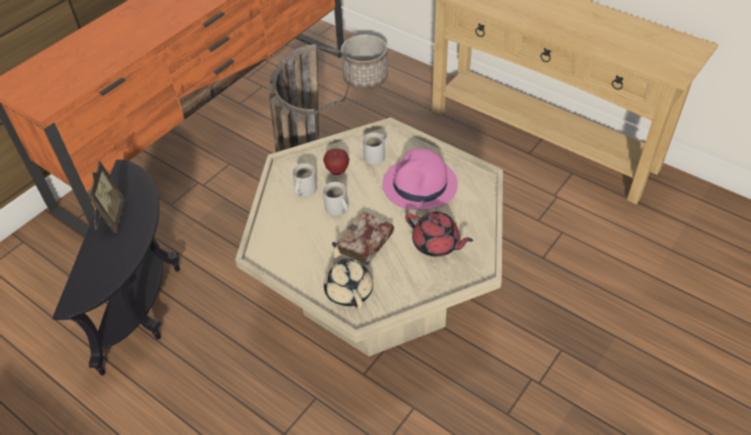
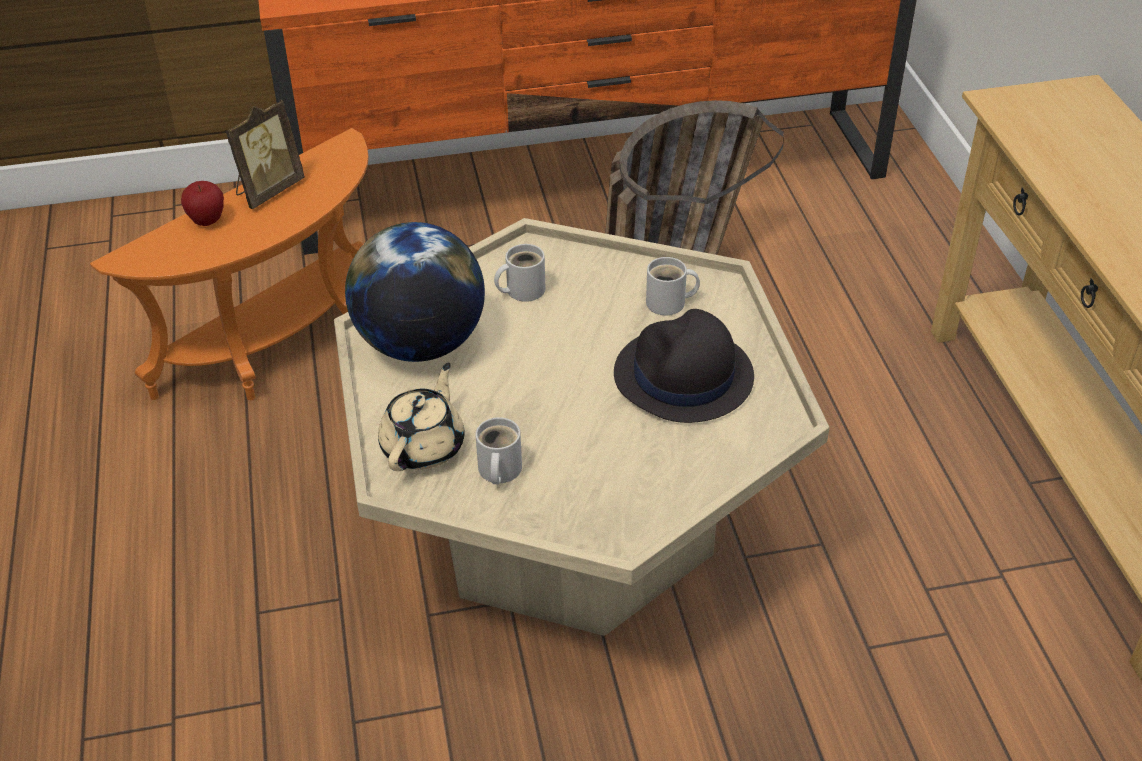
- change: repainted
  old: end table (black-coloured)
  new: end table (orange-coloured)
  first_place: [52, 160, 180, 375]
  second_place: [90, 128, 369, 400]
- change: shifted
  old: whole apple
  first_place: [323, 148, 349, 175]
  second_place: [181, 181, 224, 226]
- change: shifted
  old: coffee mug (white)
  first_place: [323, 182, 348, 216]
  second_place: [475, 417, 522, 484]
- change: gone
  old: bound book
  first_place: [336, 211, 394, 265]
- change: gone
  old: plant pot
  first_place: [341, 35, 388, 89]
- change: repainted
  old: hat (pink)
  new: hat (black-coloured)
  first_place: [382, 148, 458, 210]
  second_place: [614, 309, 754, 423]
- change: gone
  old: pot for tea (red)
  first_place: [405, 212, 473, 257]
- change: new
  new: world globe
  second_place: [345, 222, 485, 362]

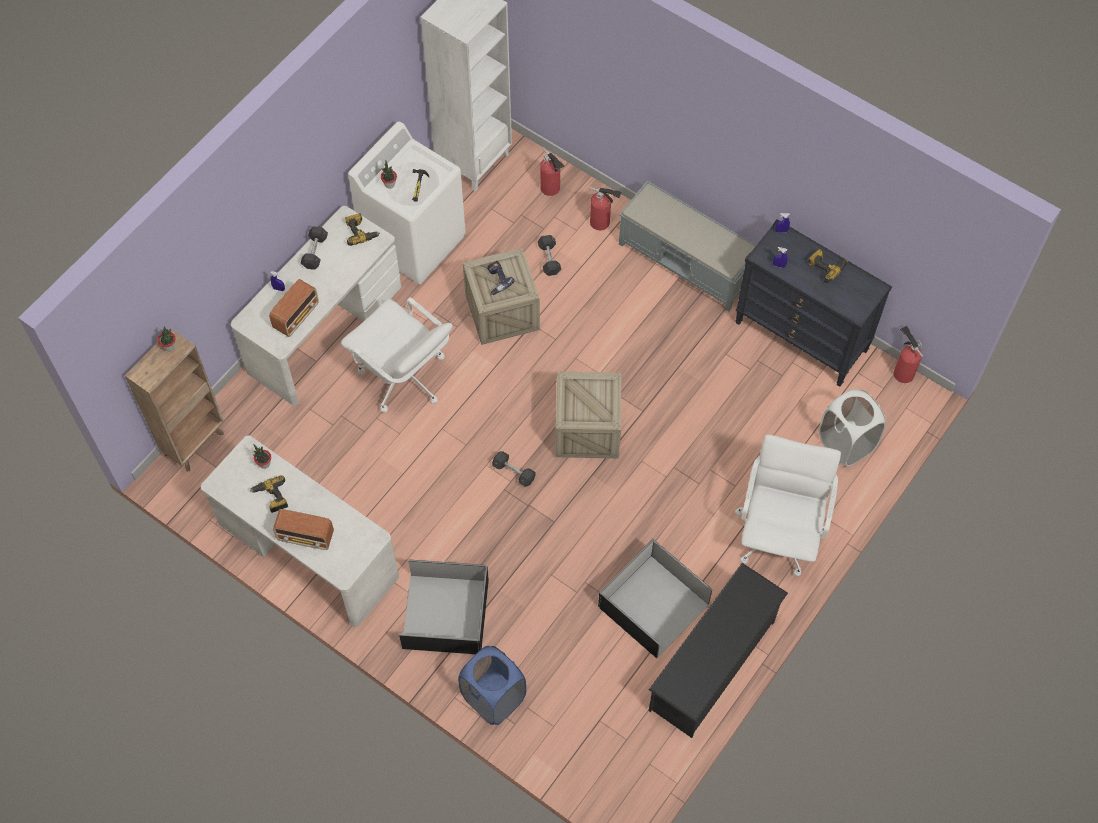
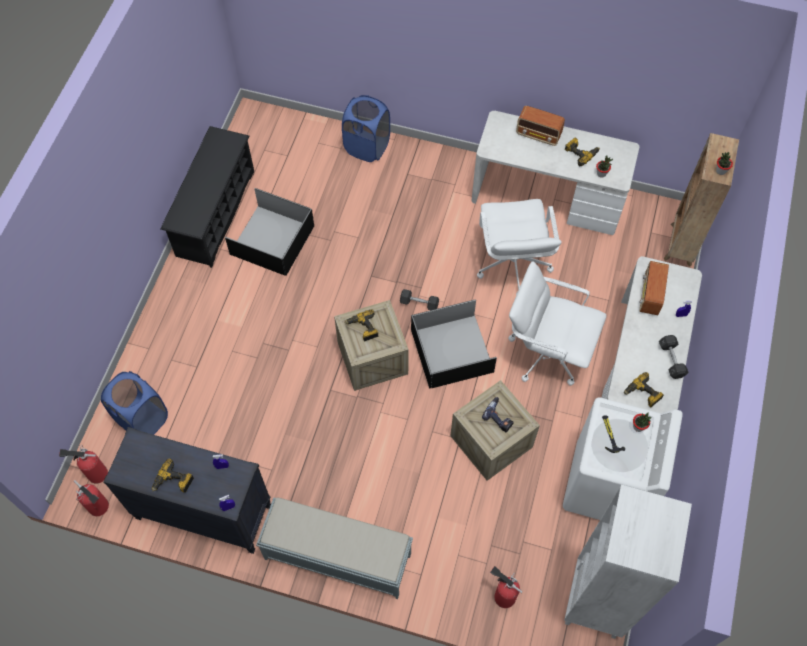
- change: rotated
  old: radio set
  first_place: [273, 509, 334, 550]
  second_place: [516, 106, 565, 146]
  degrees: -150
- change: shifted
  old: storage container (black-coloured)
  first_place: [399, 559, 489, 654]
  second_place: [411, 299, 497, 389]
- change: gone
  old: hand weight (grey)
  first_place: [538, 235, 561, 276]
- change: shifted
  old: fire-fighting cylinder
  first_place: [589, 187, 622, 230]
  second_place: [59, 445, 108, 484]
- change: shifted
  old: desk chair (white)
  first_place: [735, 435, 841, 576]
  second_place: [477, 199, 562, 295]
- change: repainted
  old: washing basket (white)
  new: washing basket (bluish)
  first_place: [819, 388, 886, 467]
  second_place: [101, 371, 168, 435]
- change: new
  new: electric drill
  second_place: [345, 310, 378, 341]

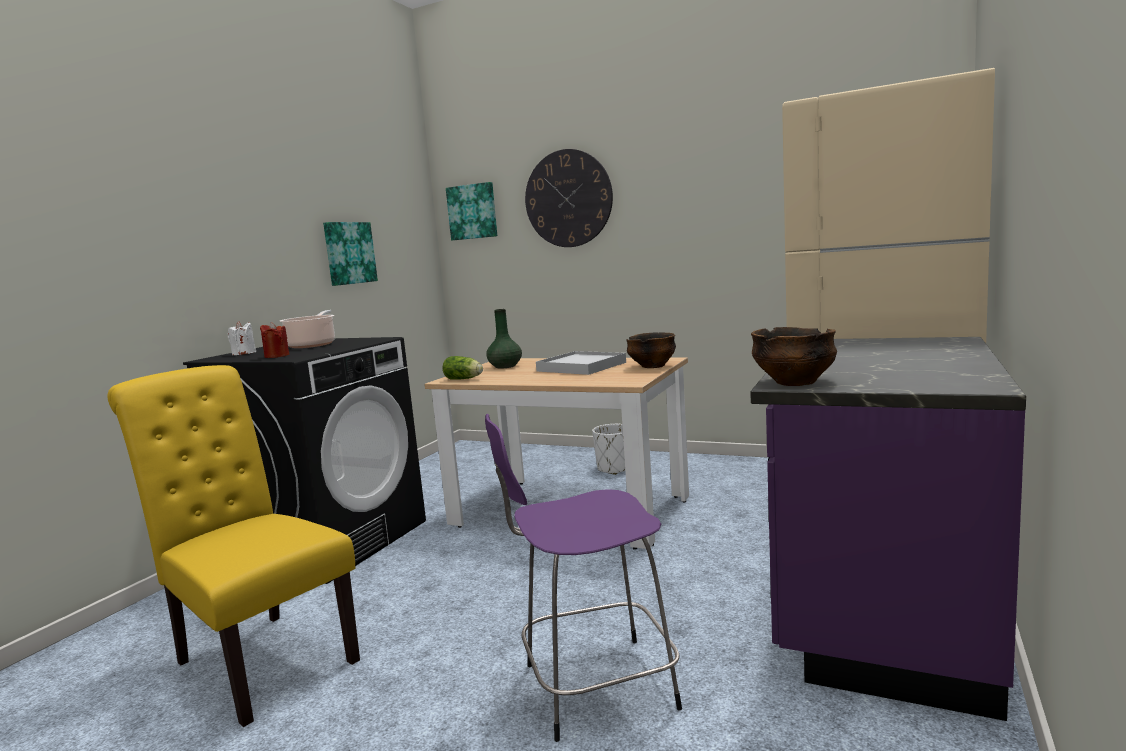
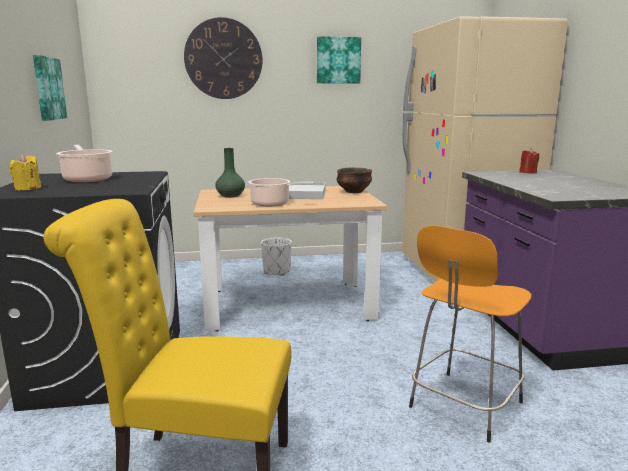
- change: repainted
  old: candle (white)
  new: candle (yellow)
  first_place: [228, 322, 256, 355]
  second_place: [10, 154, 41, 191]
- change: shifted
  old: candle (red)
  first_place: [260, 322, 289, 358]
  second_place: [519, 148, 539, 174]
- change: gone
  old: lettuce
  first_place: [443, 356, 483, 380]
- change: shifted
  old: wall art
  first_place: [446, 182, 497, 240]
  second_place: [317, 36, 361, 84]
- change: repainted
  old: stool seat (purplish)
  new: stool seat (orange-coloured)
  first_place: [485, 414, 682, 742]
  second_place: [409, 226, 532, 443]
- change: gone
  old: bowl
  first_place: [751, 327, 837, 386]
- change: new
  new: stockpot
  second_place: [248, 178, 315, 207]

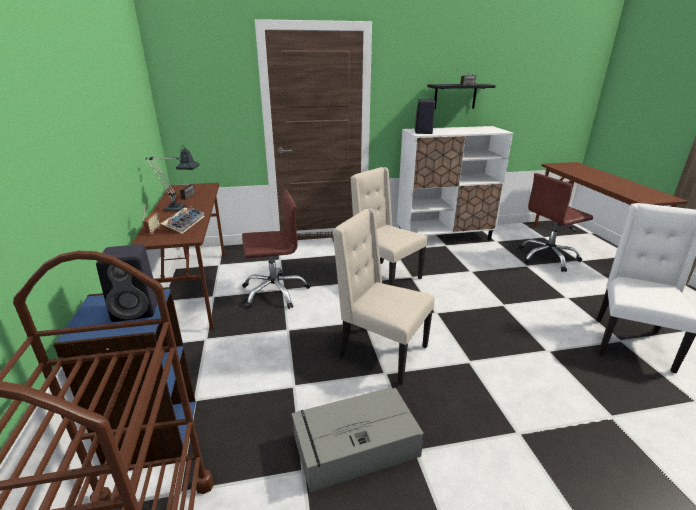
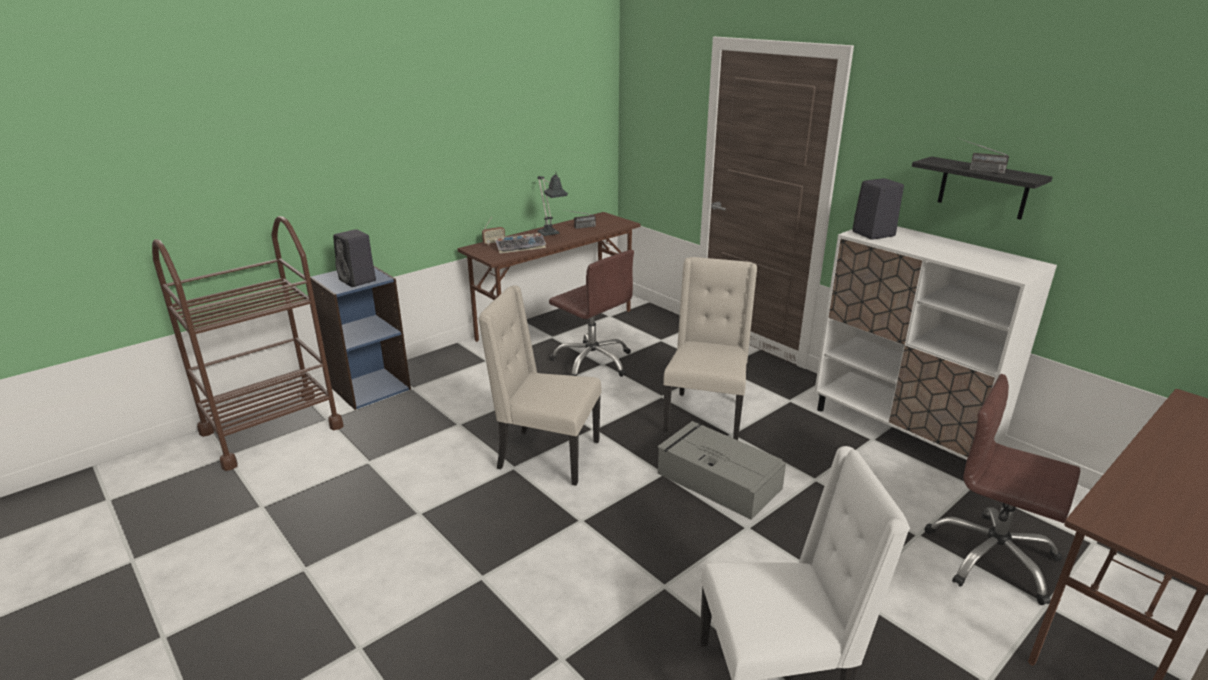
- change: shifted
  old: storage container (grey)
  first_place: [292, 387, 424, 492]
  second_place: [658, 421, 786, 520]
- change: rotated
  old: chair (beige)
  first_place: [333, 208, 435, 385]
  second_place: [478, 285, 602, 486]
  degrees: -75

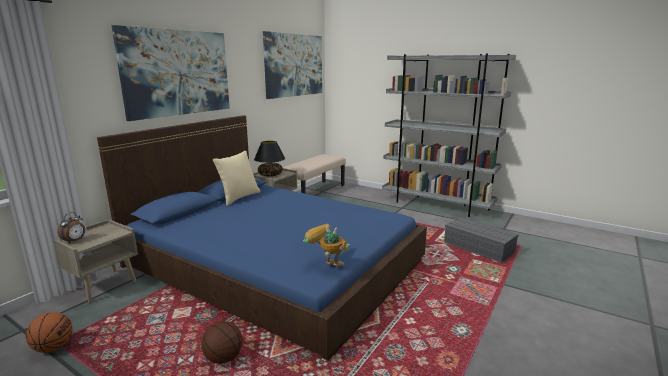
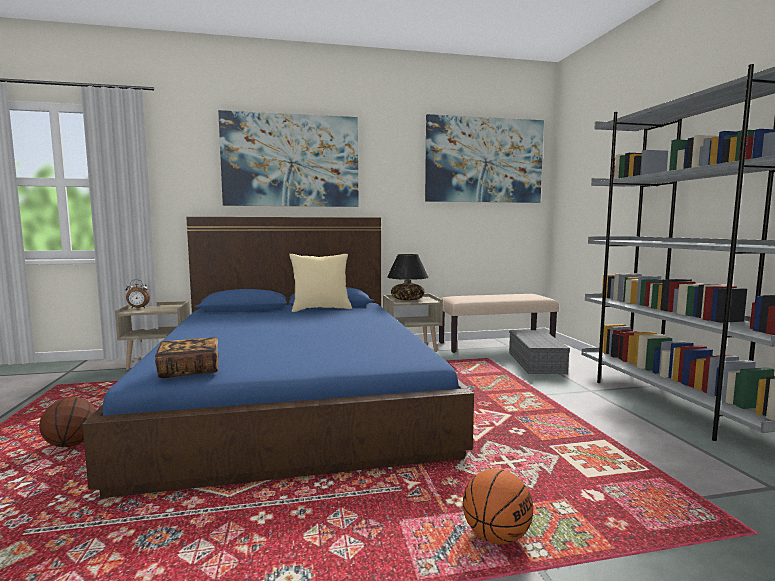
- change: shifted
  old: ball for basketball
  first_place: [26, 312, 72, 353]
  second_place: [463, 469, 533, 544]
- change: swapped
  old: model robot
  new: bound book
  first_place: [303, 224, 350, 266]
  second_place: [155, 337, 219, 378]
- change: shifted
  old: storage container (grey)
  first_place: [444, 217, 519, 263]
  second_place: [509, 330, 570, 374]

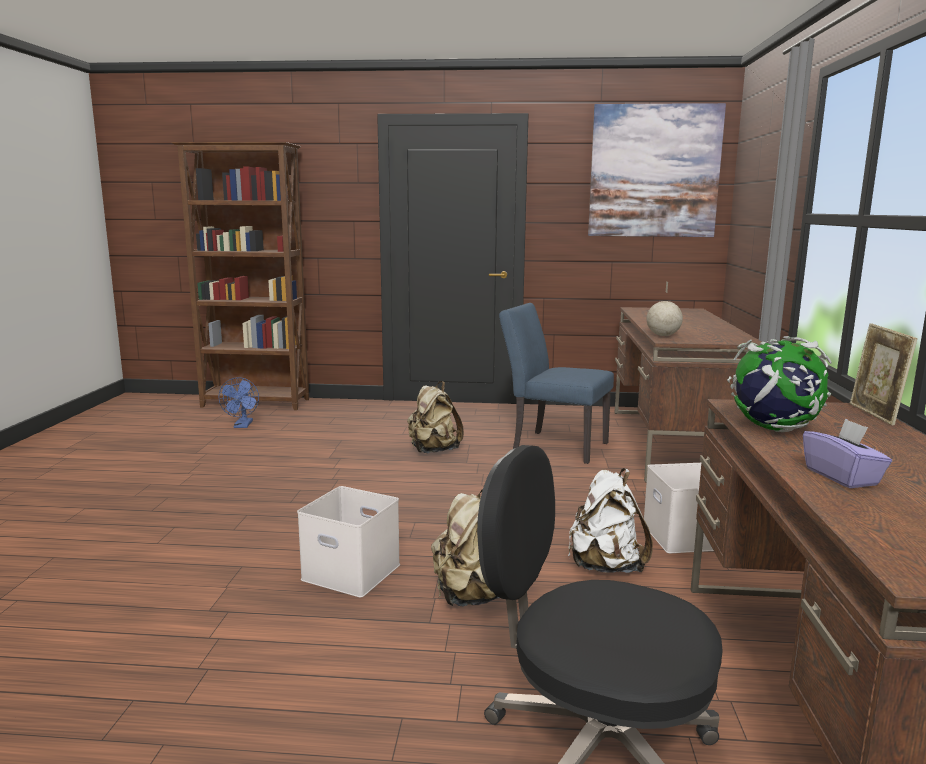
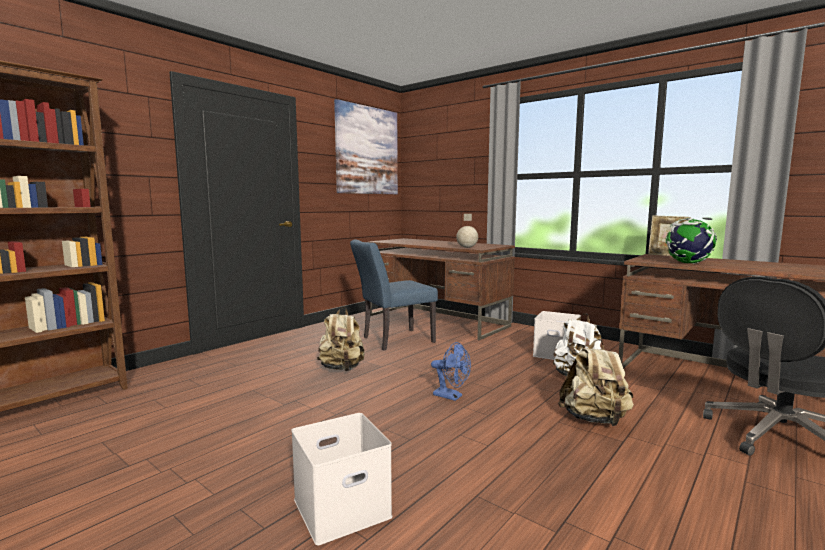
- change: shifted
  old: fan (bluish)
  first_place: [218, 377, 259, 428]
  second_place: [431, 342, 471, 401]
- change: shifted
  old: storage container (white)
  first_place: [297, 486, 400, 598]
  second_place: [291, 413, 392, 545]
- change: gone
  old: tissue box (purplish)
  first_place: [803, 418, 892, 488]

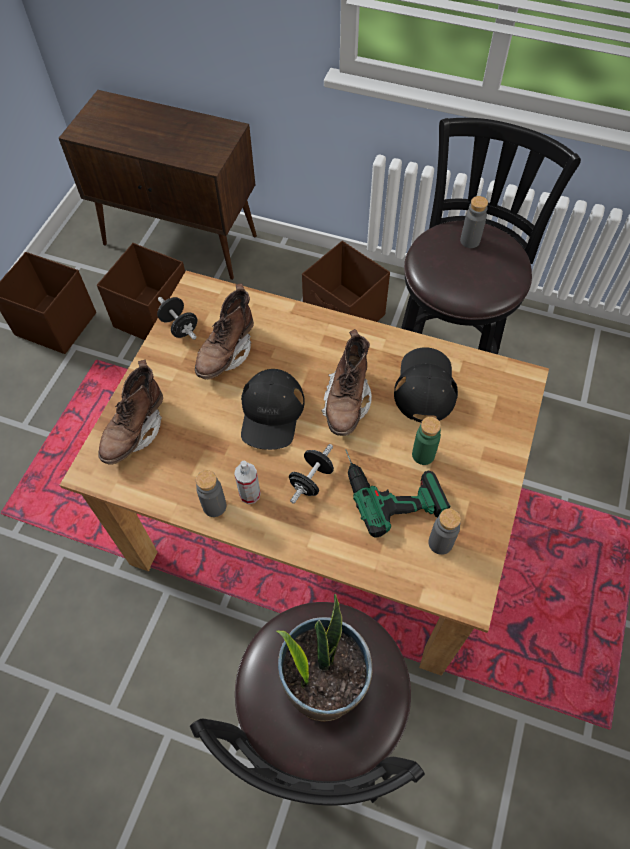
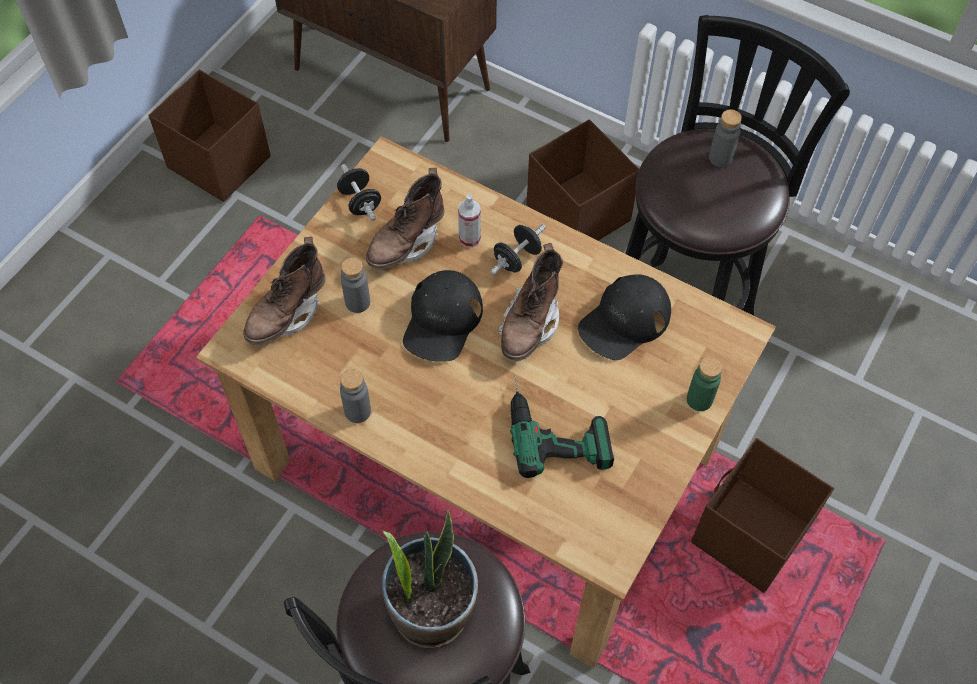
- change: shifted
  old: storage container (brown-coloured)
  first_place: [97, 243, 185, 340]
  second_place: [691, 438, 834, 593]
- change: shifted
  old: hand sprayer
  first_place: [234, 461, 261, 504]
  second_place: [458, 194, 481, 248]
- change: shifted
  old: hand weight (black-coloured)
  first_place: [289, 444, 334, 504]
  second_place: [490, 224, 546, 274]
- change: rotated
  old: baseball cap (black-coloured)
  first_place: [394, 347, 458, 423]
  second_place: [578, 274, 671, 360]
  degrees: -150
- change: shifted
  old: beverage bottle (green-coloured)
  first_place: [412, 417, 441, 465]
  second_place: [687, 357, 722, 411]
- change: shifted
  old: beverage bottle (grey)
  first_place: [428, 508, 461, 555]
  second_place: [341, 257, 370, 313]

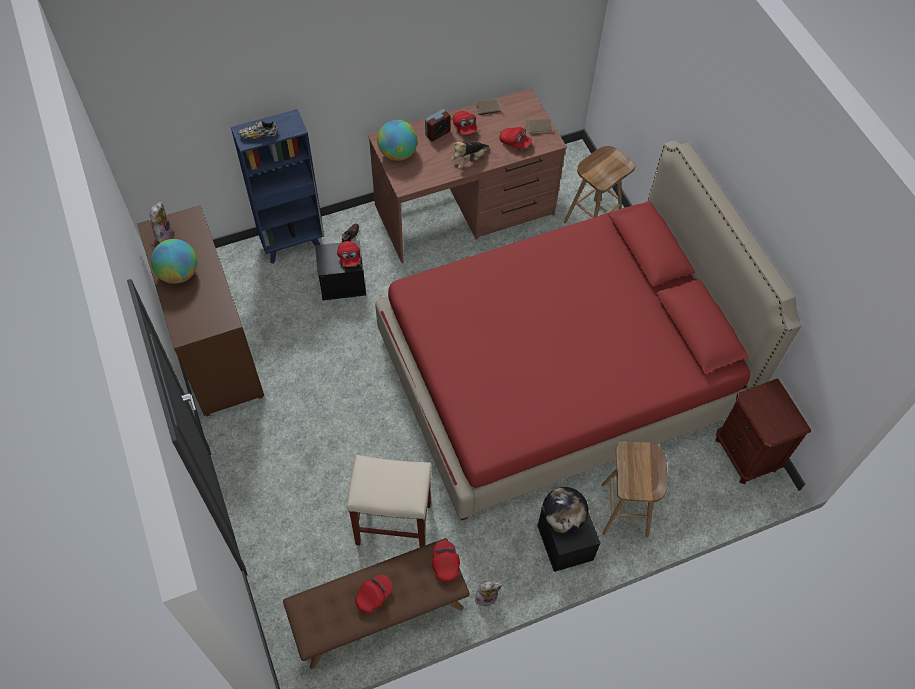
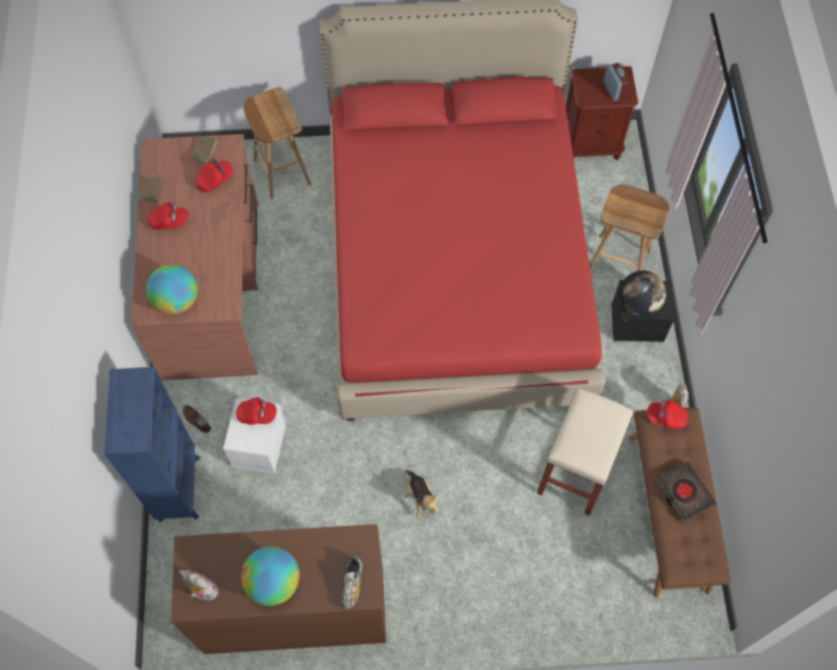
- change: shifted
  old: low shoe
  first_place: [238, 121, 278, 139]
  second_place: [340, 556, 363, 609]
- change: repainted
  old: storage container (black-coloured)
  new: storage container (white)
  first_place: [315, 240, 366, 301]
  second_place: [223, 398, 286, 474]
- change: swapped
  old: baseball cap (red)
  new: bound book (black-coloured)
  first_place: [355, 575, 392, 613]
  second_place: [655, 461, 717, 523]
- change: shifted
  old: table clock
  first_place: [425, 109, 451, 141]
  second_place: [604, 63, 629, 101]
- change: shifted
  old: soft toy
  first_place: [451, 141, 489, 169]
  second_place: [404, 470, 439, 518]

